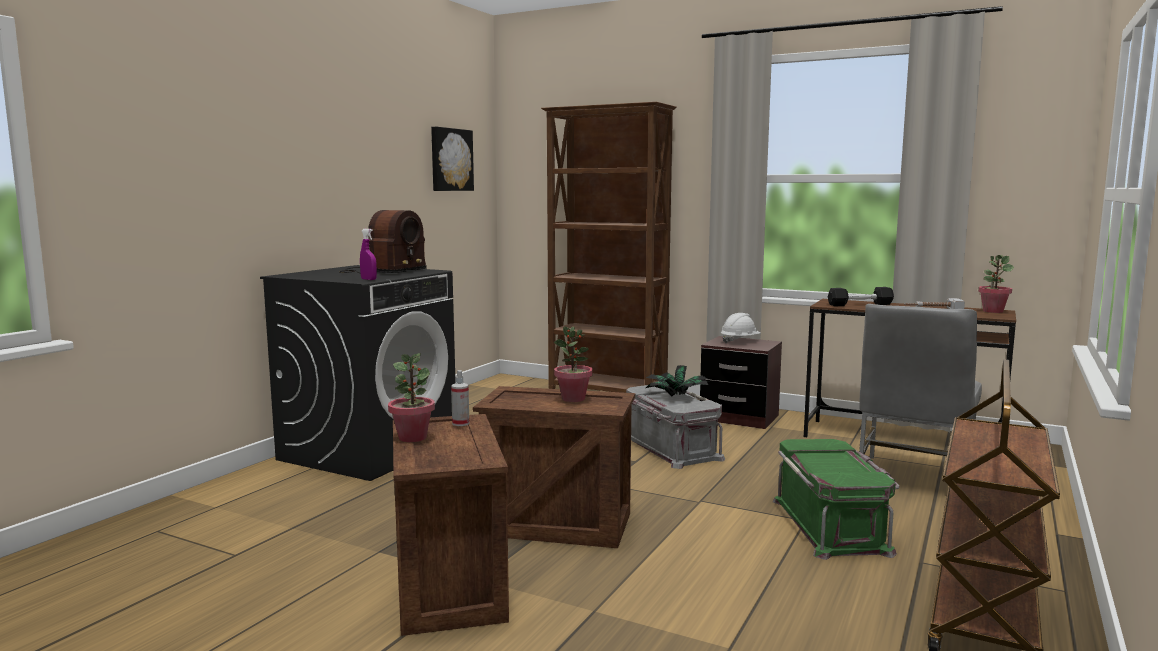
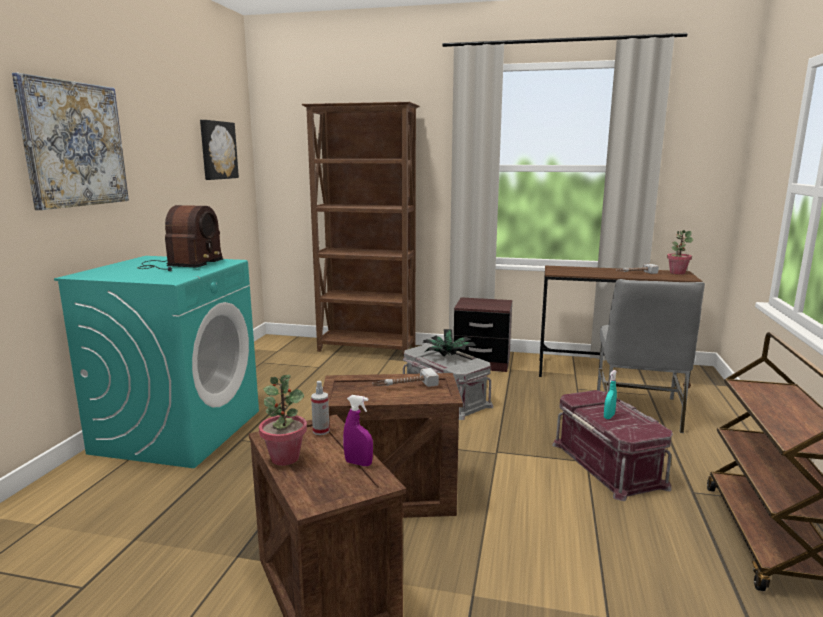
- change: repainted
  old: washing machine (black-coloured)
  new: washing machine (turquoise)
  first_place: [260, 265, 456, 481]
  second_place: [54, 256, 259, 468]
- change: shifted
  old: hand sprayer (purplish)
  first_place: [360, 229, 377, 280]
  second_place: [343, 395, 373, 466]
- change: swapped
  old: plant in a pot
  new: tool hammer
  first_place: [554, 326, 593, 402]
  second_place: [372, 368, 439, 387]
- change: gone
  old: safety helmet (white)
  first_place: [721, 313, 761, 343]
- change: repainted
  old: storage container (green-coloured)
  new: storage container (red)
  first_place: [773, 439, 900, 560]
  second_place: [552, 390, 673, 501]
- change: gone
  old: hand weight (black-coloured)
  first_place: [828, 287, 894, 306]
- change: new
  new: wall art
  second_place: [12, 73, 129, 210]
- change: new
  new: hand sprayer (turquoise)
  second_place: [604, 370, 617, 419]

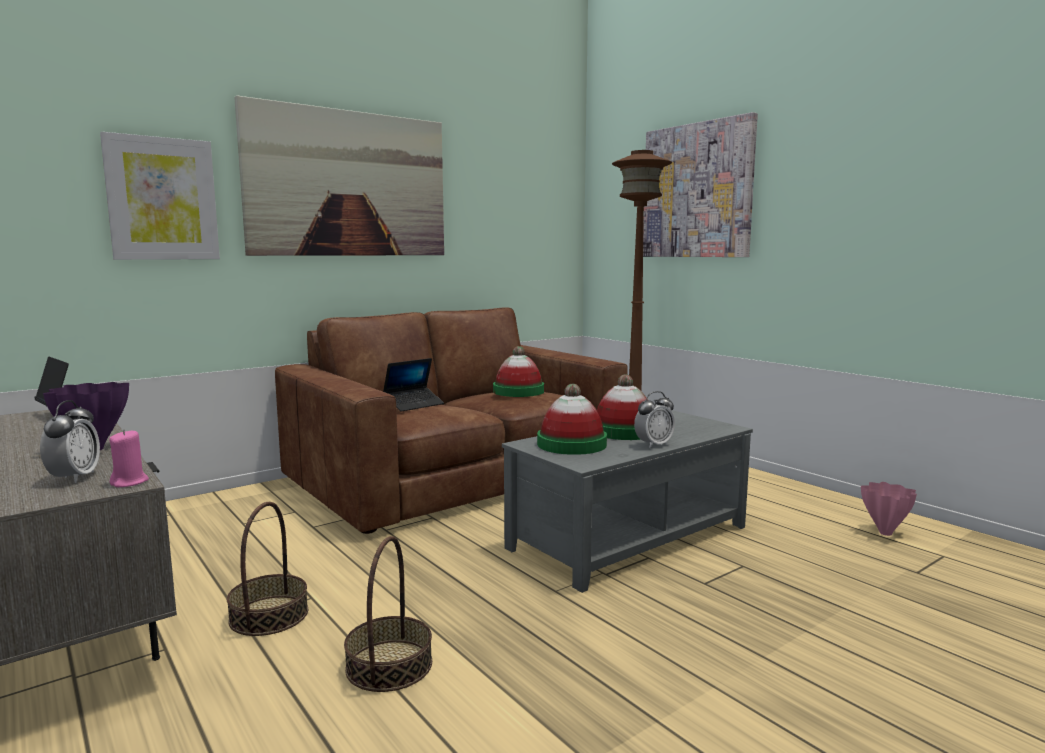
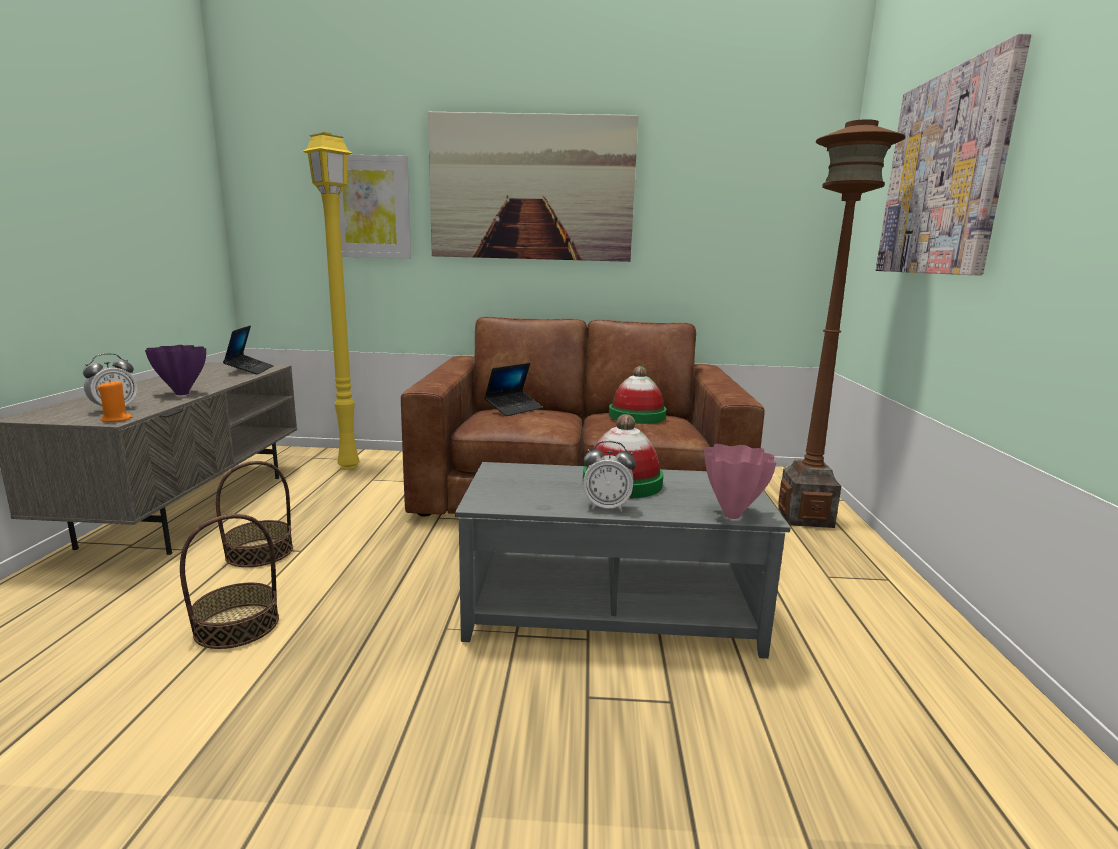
- change: repainted
  old: candle (pink)
  new: candle (orange-coloured)
  first_place: [109, 429, 149, 487]
  second_place: [98, 380, 133, 422]
- change: rotated
  old: notebook computer
  first_place: [383, 358, 444, 412]
  second_place: [484, 363, 543, 416]
  degrees: -45
- change: gone
  old: hat
  first_place: [537, 384, 607, 455]
- change: shifted
  old: flower vase (pink)
  first_place: [861, 482, 917, 536]
  second_place: [704, 444, 777, 519]
- change: new
  new: standard lamp (yellow)
  second_place: [302, 132, 360, 470]

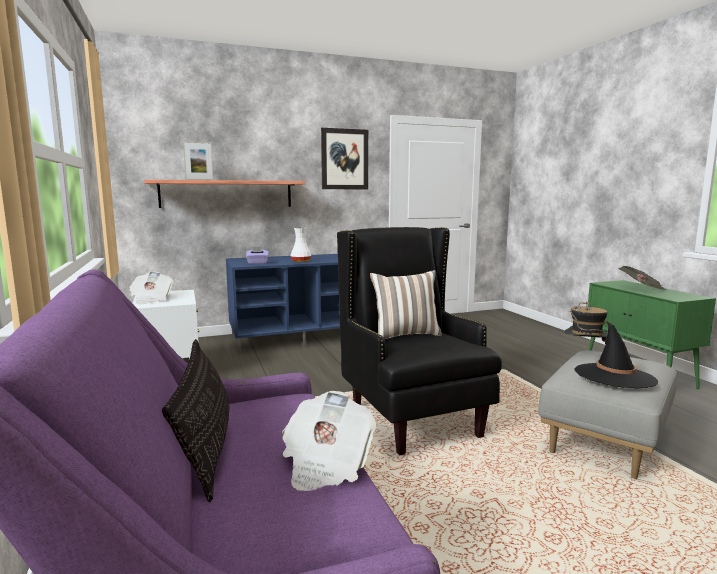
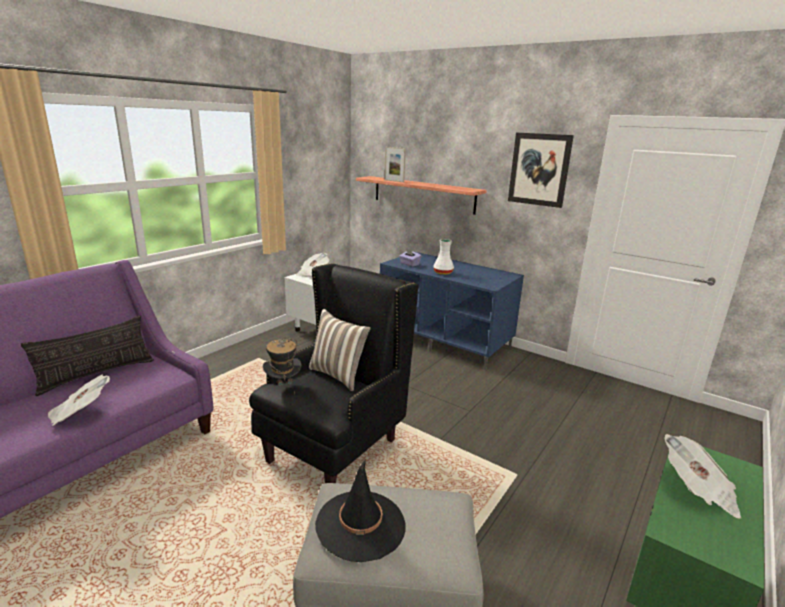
- change: shifted
  old: hat
  first_place: [564, 301, 607, 346]
  second_place: [263, 338, 302, 394]

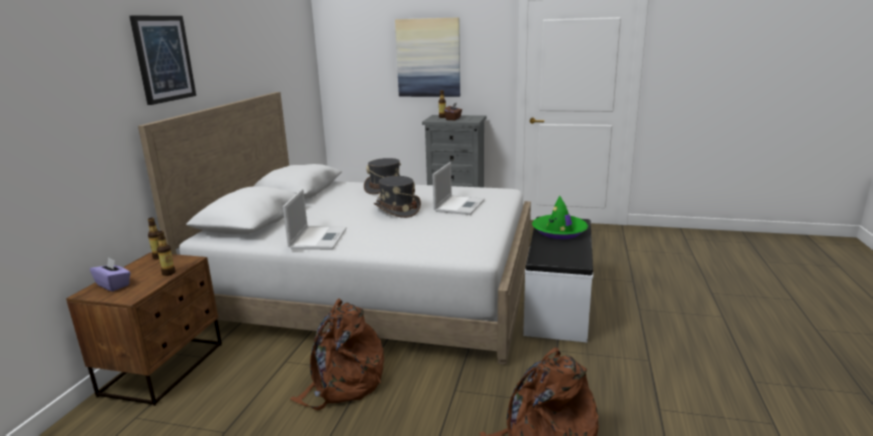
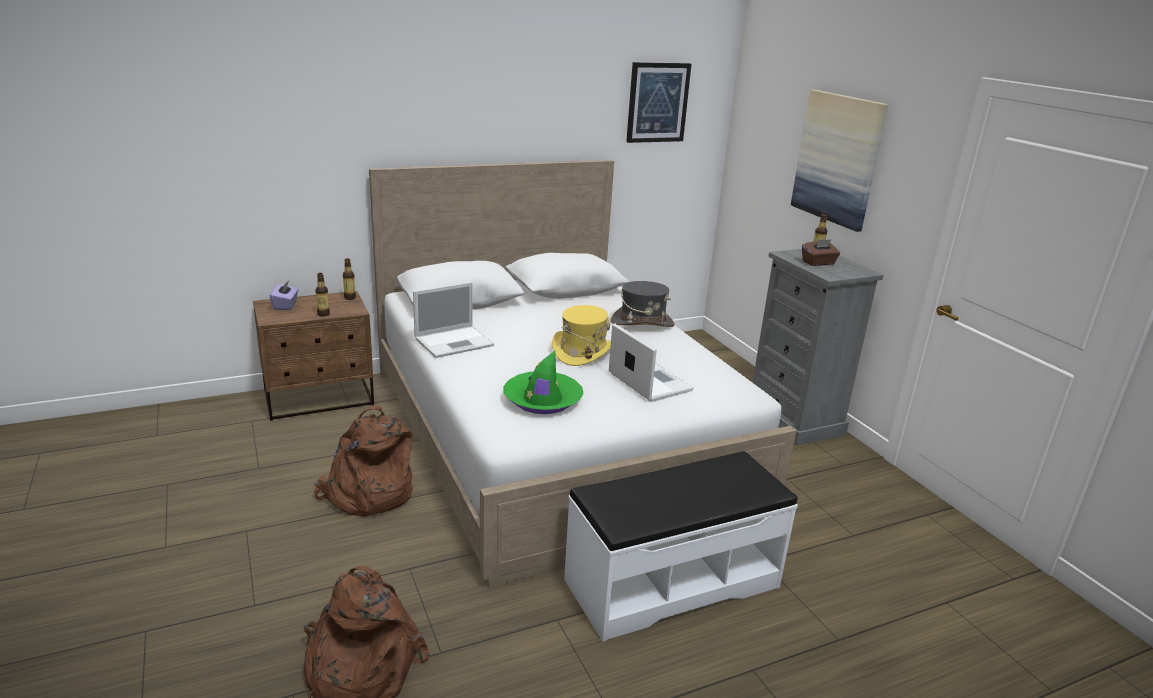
- change: shifted
  old: wall art
  first_place: [129, 16, 196, 105]
  second_place: [626, 62, 691, 143]
- change: repainted
  old: hat (grey)
  new: hat (yellow)
  first_place: [374, 176, 421, 218]
  second_place: [552, 305, 611, 366]
- change: rotated
  old: notebook computer
  first_place: [432, 162, 485, 215]
  second_place: [609, 323, 694, 402]
  degrees: -105
- change: shifted
  old: hat (green-coloured)
  first_place: [532, 196, 588, 239]
  second_place: [503, 351, 583, 414]

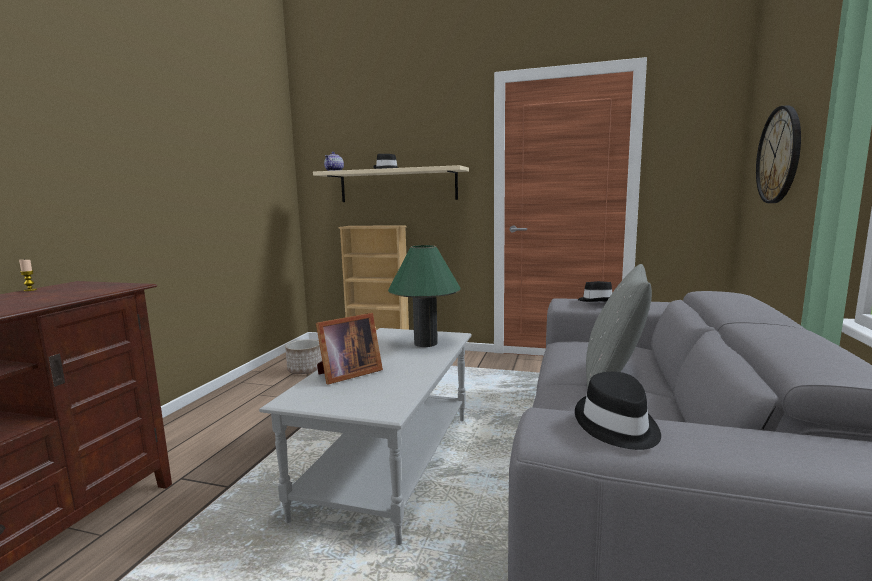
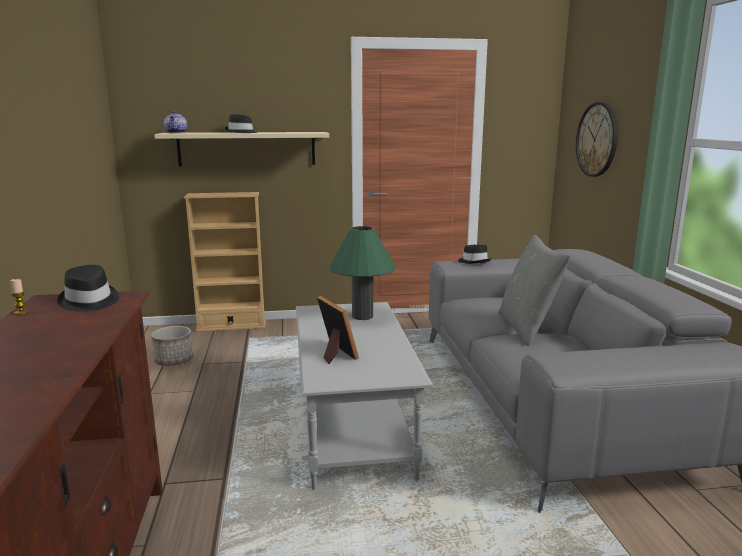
- change: rotated
  old: picture frame
  first_place: [316, 313, 383, 384]
  second_place: [317, 296, 359, 364]
  degrees: -60
- change: shifted
  old: hat (black-coloured)
  first_place: [575, 372, 661, 450]
  second_place: [57, 265, 119, 312]

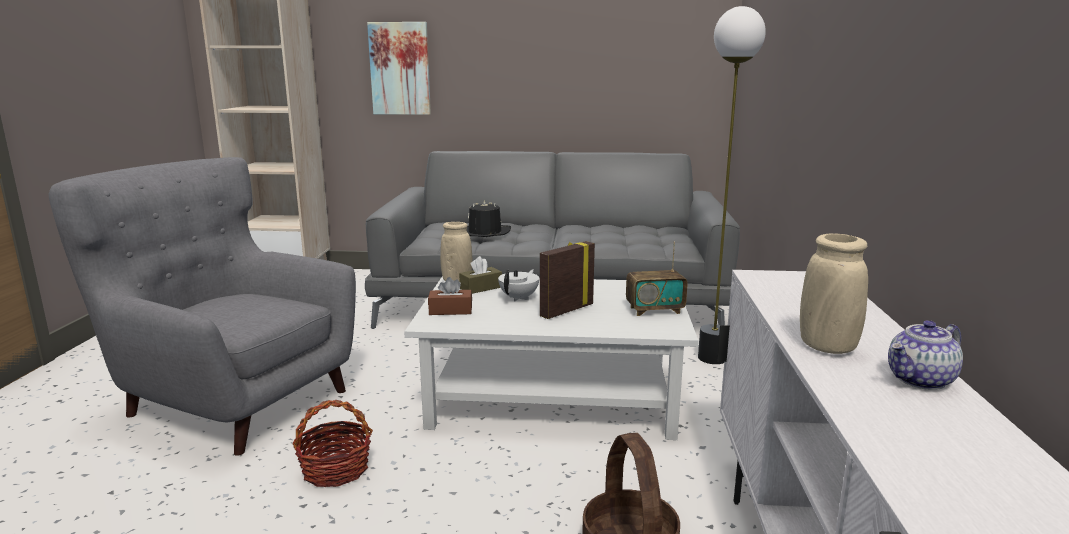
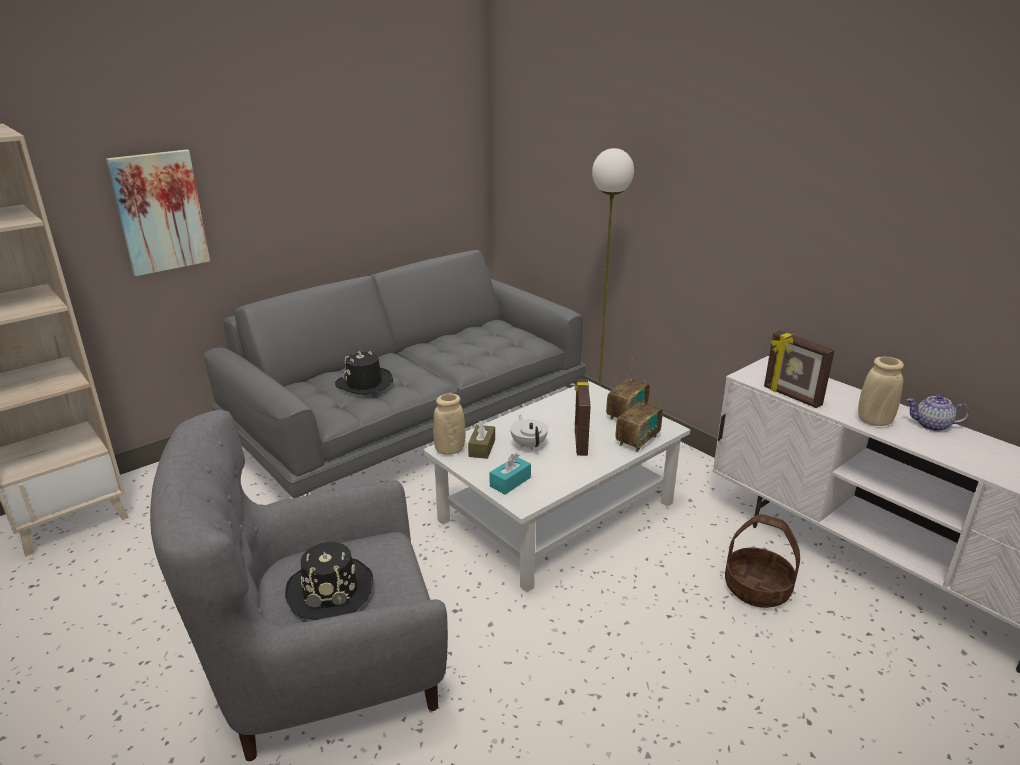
- change: gone
  old: storage basket
  first_place: [292, 400, 373, 487]
- change: repainted
  old: tissue box (brown-coloured)
  new: tissue box (turquoise)
  first_place: [428, 277, 472, 315]
  second_place: [489, 453, 531, 494]
- change: rotated
  old: pot for tea
  first_place: [888, 320, 963, 390]
  second_place: [906, 395, 969, 431]
  degrees: 90
- change: new
  new: hat (black-coloured)
  second_place: [285, 542, 373, 620]
- change: new
  new: radio set
  second_place: [615, 381, 663, 452]
- change: new
  new: picture frame
  second_place: [764, 330, 835, 408]

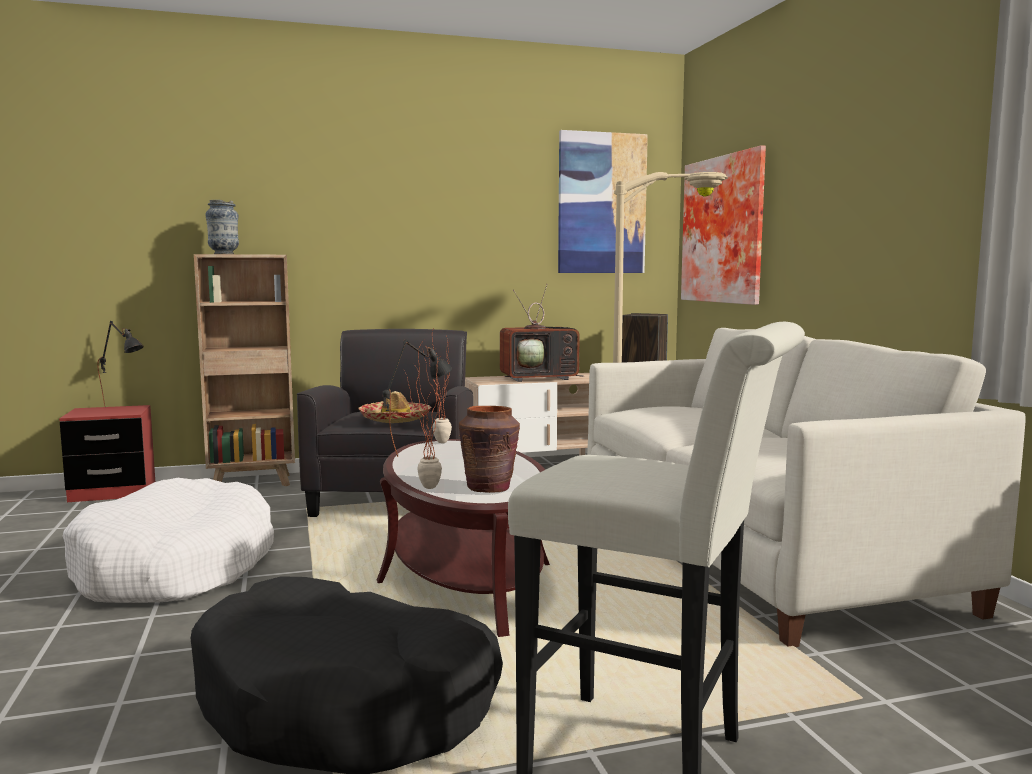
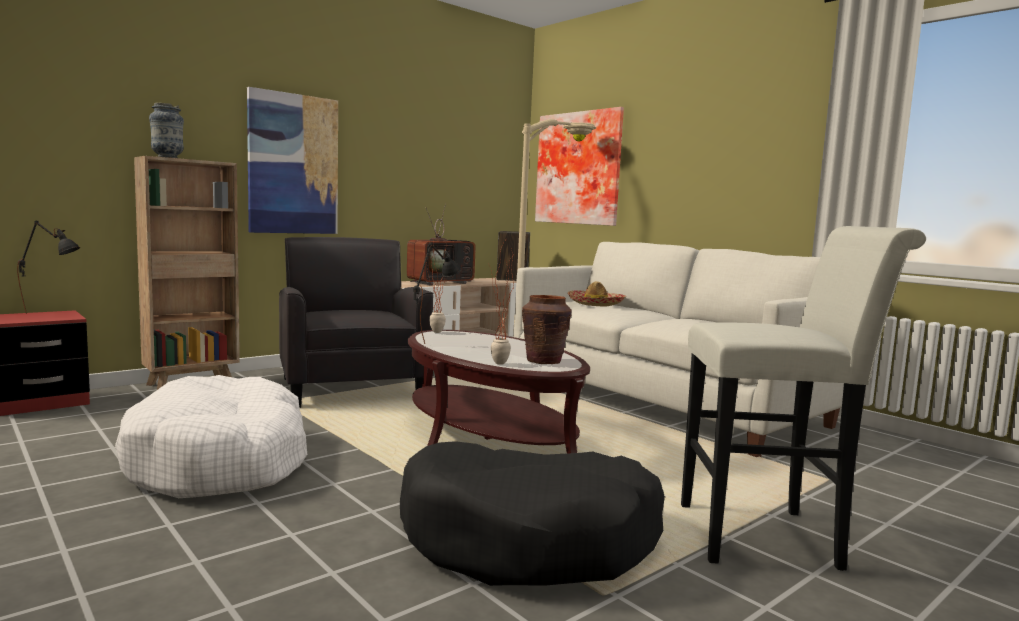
- change: shifted
  old: hat
  first_place: [358, 391, 432, 423]
  second_place: [567, 281, 626, 307]
- change: shifted
  old: wall art
  first_place: [558, 130, 648, 273]
  second_place: [247, 87, 338, 234]

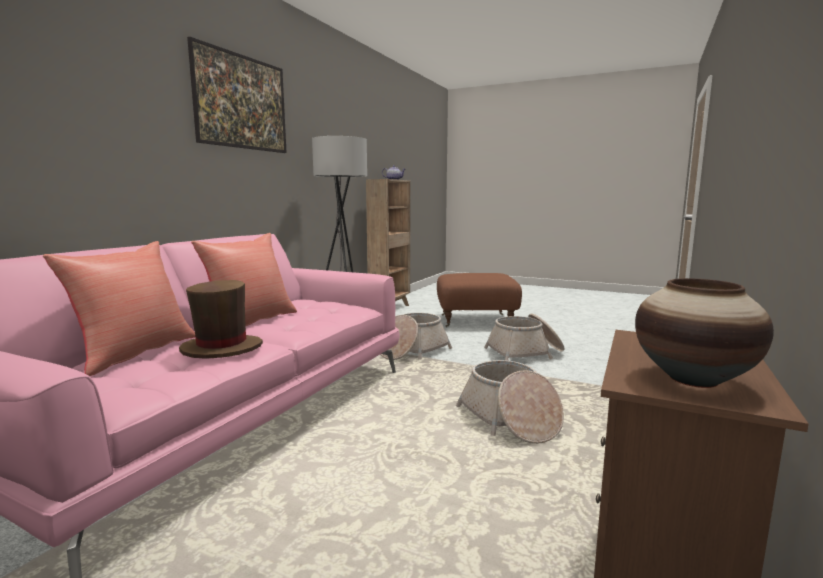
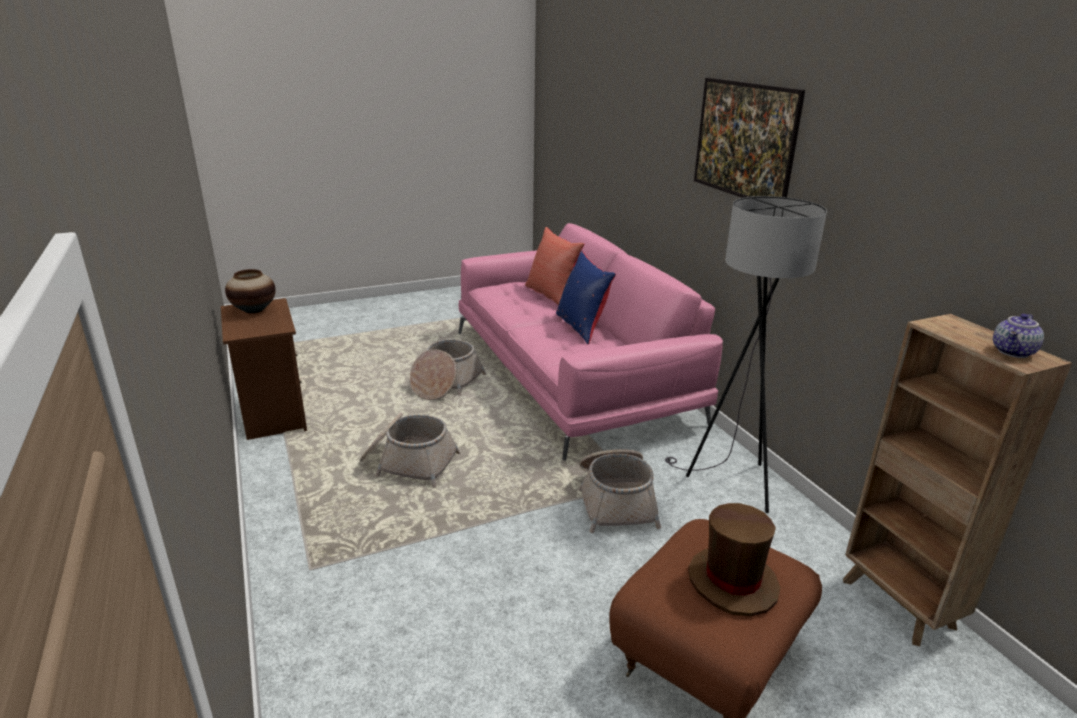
- change: shifted
  old: hat (brown-coloured)
  first_place: [179, 280, 263, 359]
  second_place: [688, 503, 781, 617]
- change: repainted
  old: pillow (red)
  new: pillow (bluish)
  first_place: [191, 233, 297, 326]
  second_place: [556, 251, 616, 344]
- change: shifted
  old: storage basket
  first_place: [484, 314, 564, 361]
  second_place: [410, 339, 486, 400]

